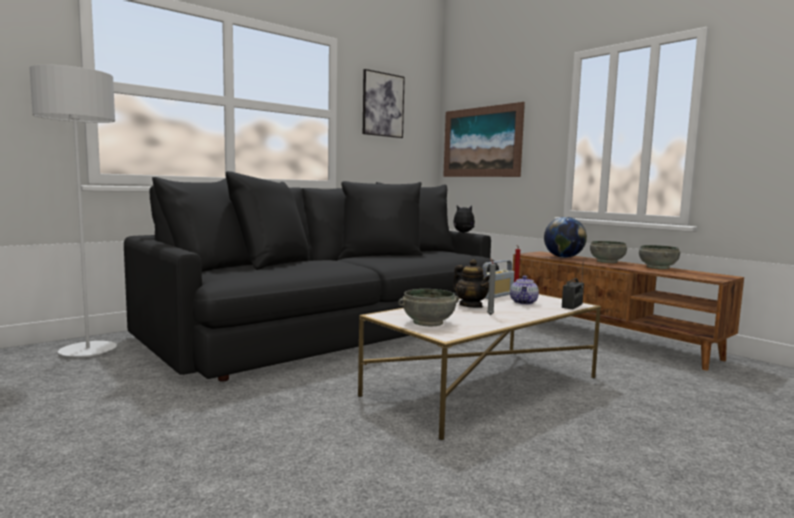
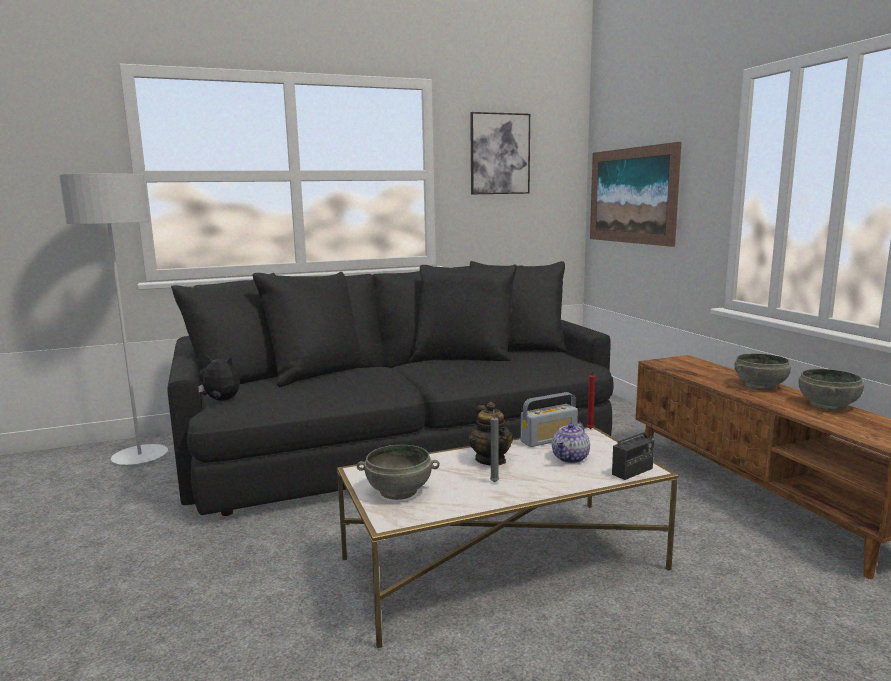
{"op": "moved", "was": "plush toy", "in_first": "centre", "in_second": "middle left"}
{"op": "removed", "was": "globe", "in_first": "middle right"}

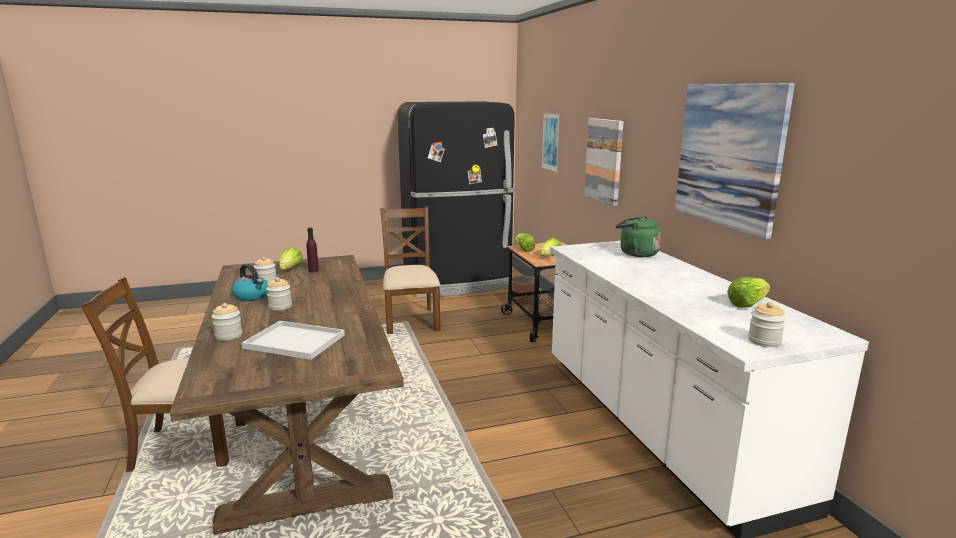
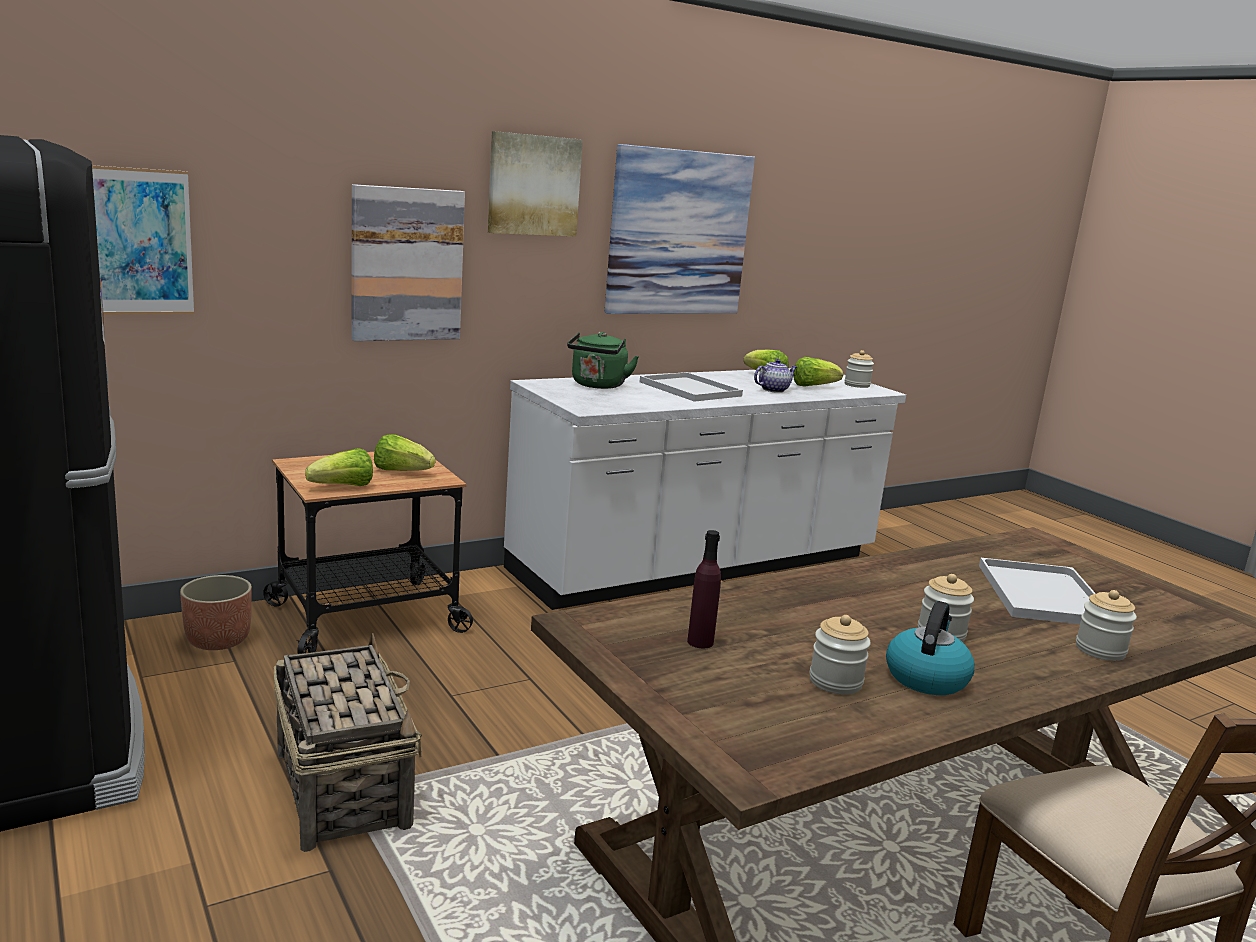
{"op": "moved", "was": "lettuce (1st from left in the first image)", "now": "lettuce (4th from left)", "in_first": "middle left", "in_second": "centre"}
{"op": "replaced", "was": "brown chair (2nd from left)", "now": "basket", "in_first": "centre", "in_second": "bottom left"}
{"op": "added", "now": "picture (3rd from left)", "in_second": "top centre"}
{"op": "added", "now": "white tray (1st from left)", "in_second": "centre"}
{"op": "added", "now": "teapot", "in_second": "centre"}

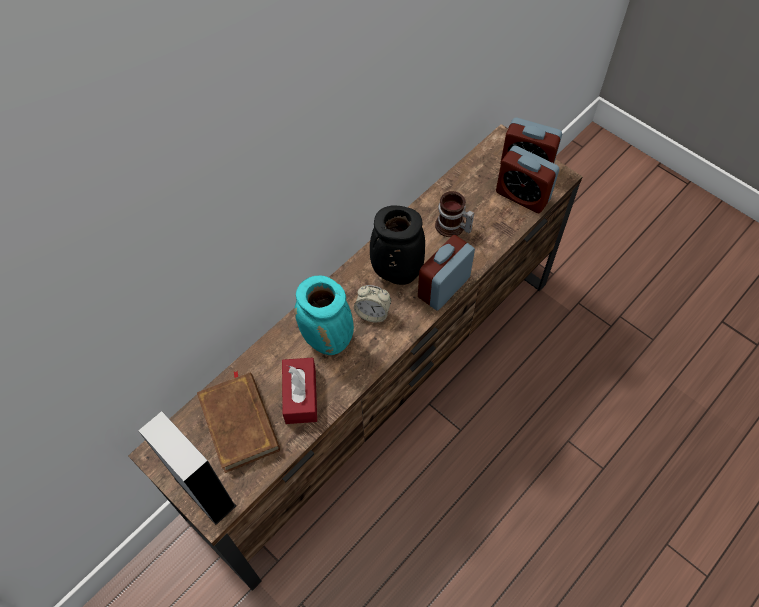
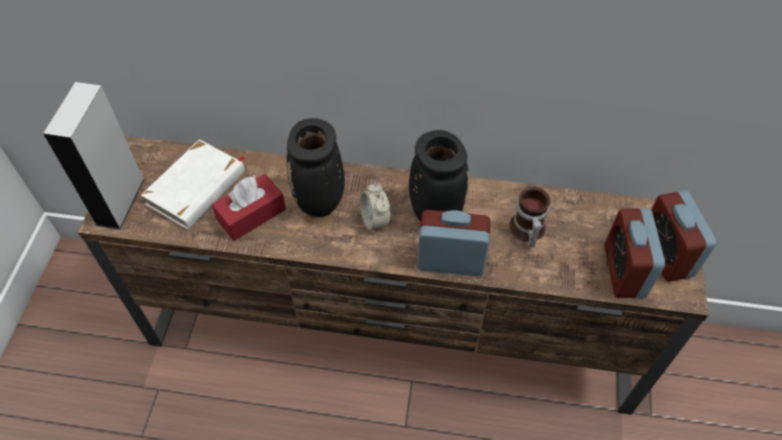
{"op": "recoloured", "was": "brown book", "now": "white book", "in_first": "bottom left", "in_second": "middle left"}
{"op": "recoloured", "was": "turquoise vase", "now": "black vase (1st from left)", "in_first": "centre", "in_second": "centre"}

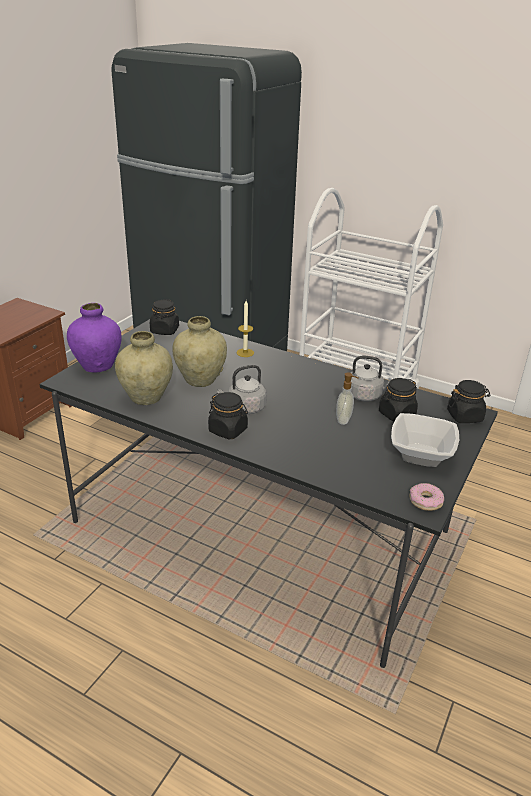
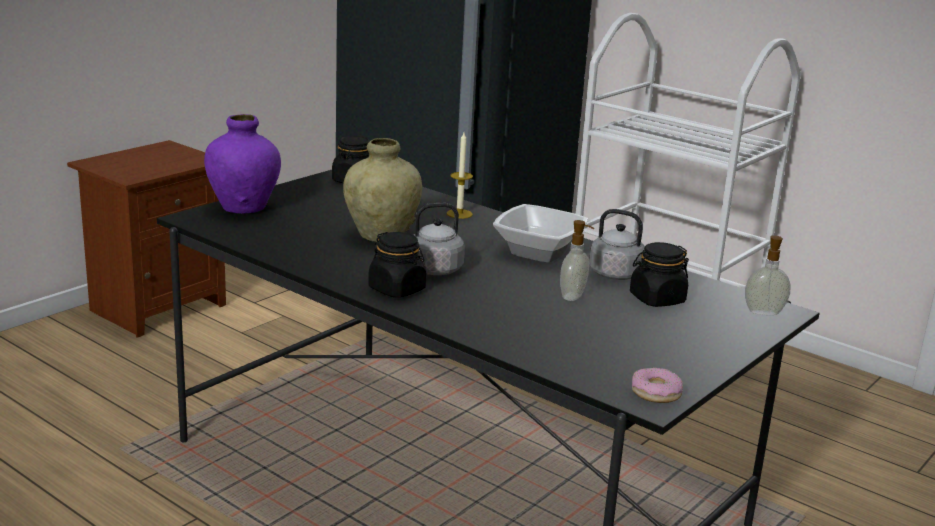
{"op": "removed", "was": "beige vase (1st from left)", "in_first": "middle left"}
{"op": "moved", "was": "bowl", "in_first": "middle right", "in_second": "centre"}
{"op": "replaced", "was": "black jar (4th from left)", "now": "soap dispenser (2nd from left)", "in_first": "middle right", "in_second": "middle right"}

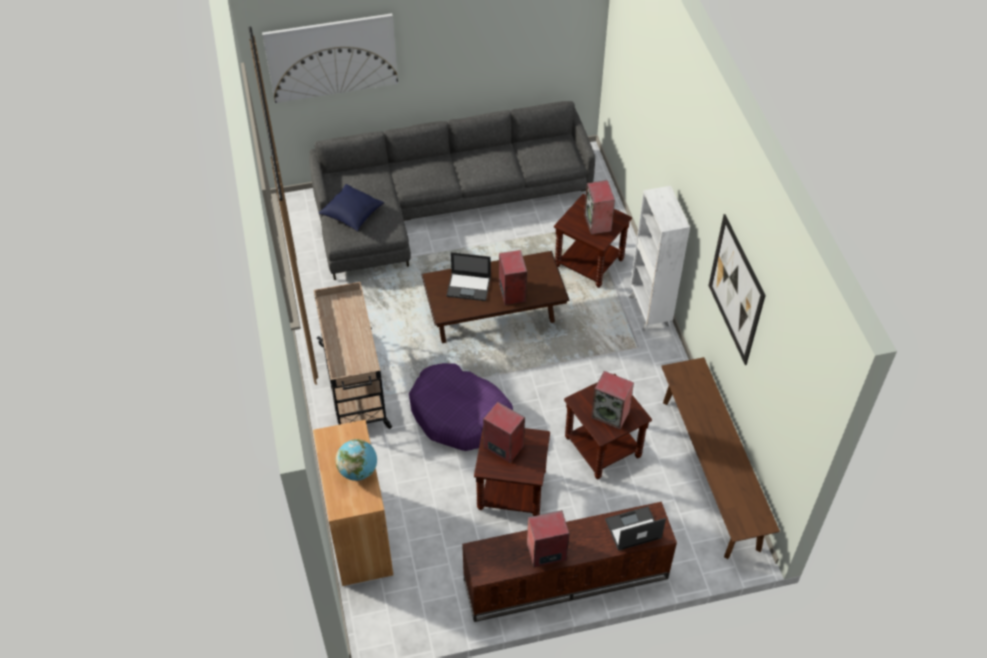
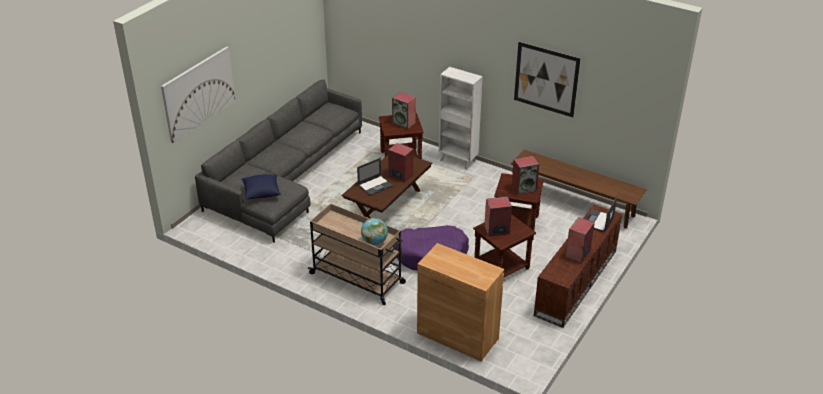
{"op": "moved", "was": "globe", "in_first": "bottom centre", "in_second": "centre"}

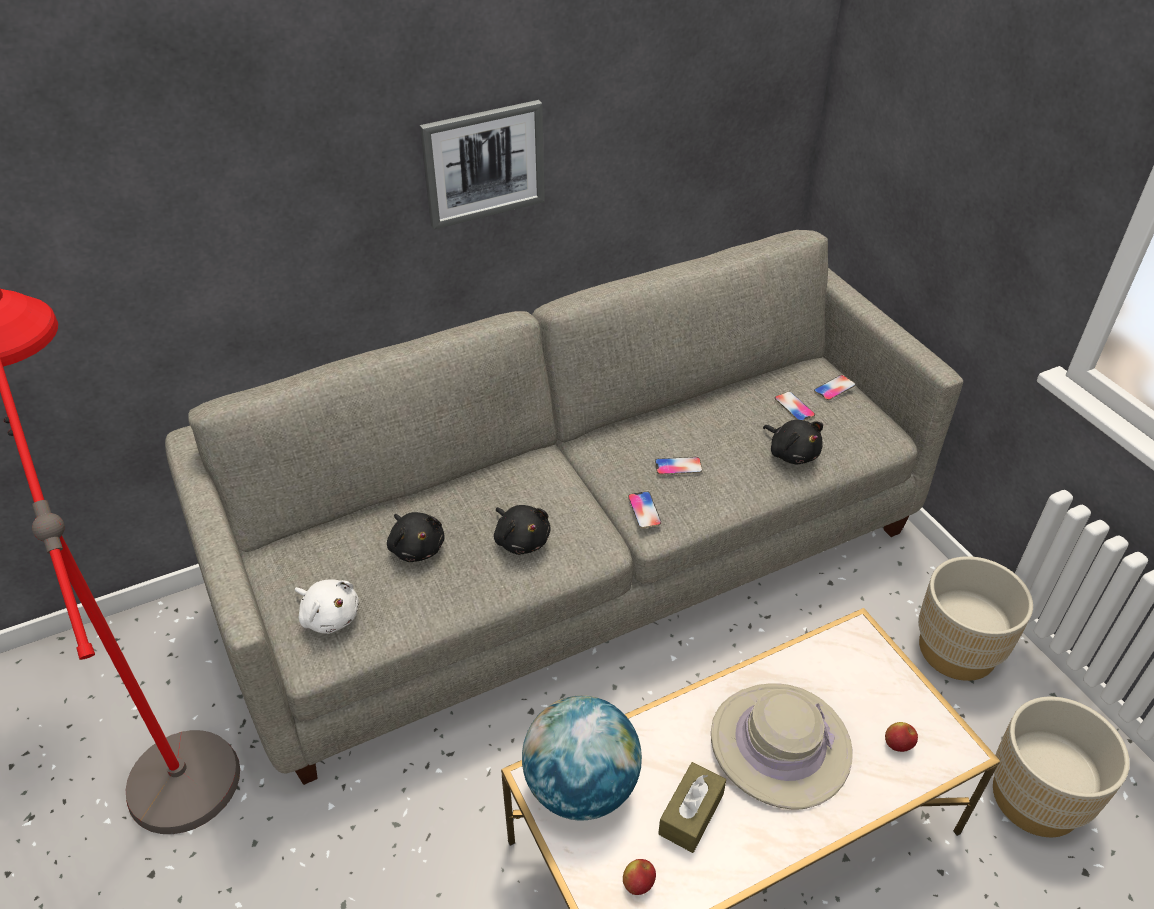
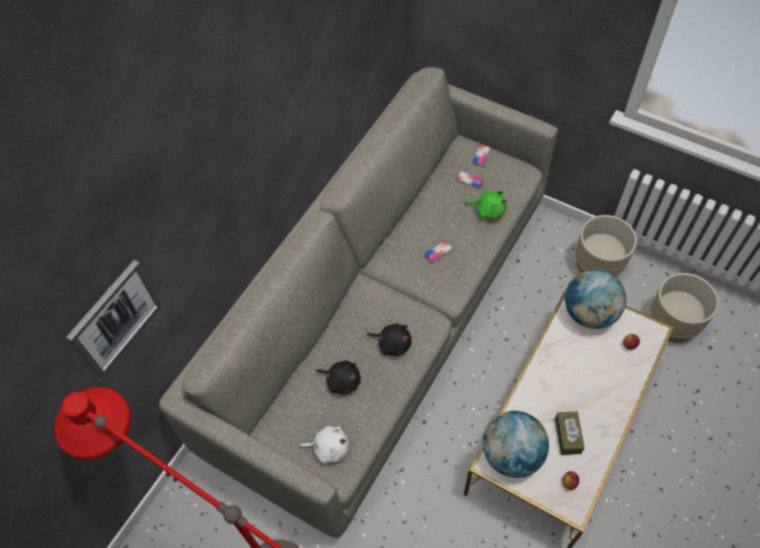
{"op": "moved", "was": "picture", "in_first": "top centre", "in_second": "middle left"}
{"op": "removed", "was": "phone (1st from left)", "in_first": "centre"}
{"op": "removed", "was": "beige hat", "in_first": "bottom right"}
{"op": "recoloured", "was": "black plush toy (3rd from left)", "now": "green plush toy", "in_first": "middle right", "in_second": "centre"}
{"op": "added", "now": "globe (2nd from left)", "in_second": "middle right"}

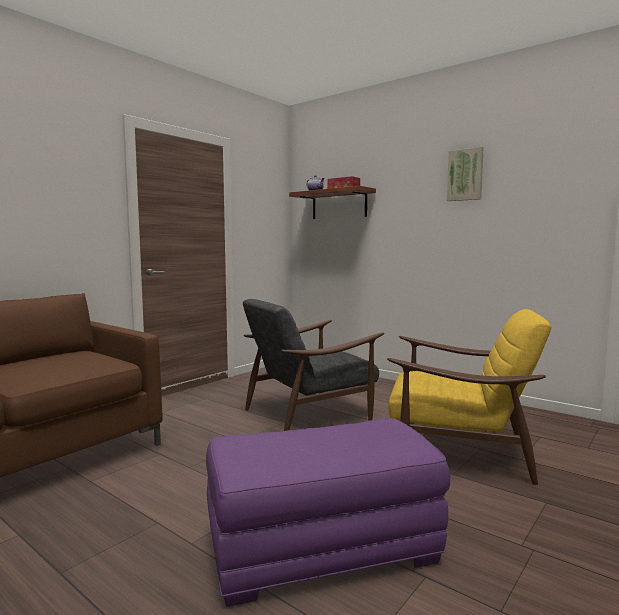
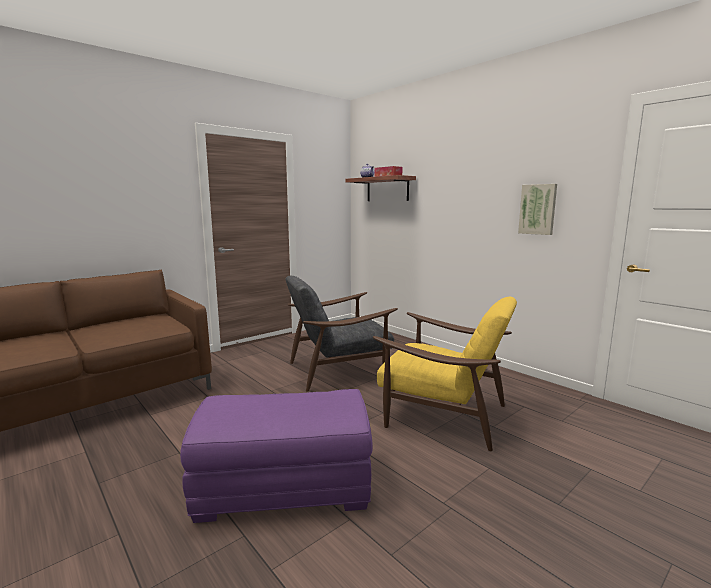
{"op": "moved", "was": "picture", "in_first": "top right", "in_second": "middle right"}

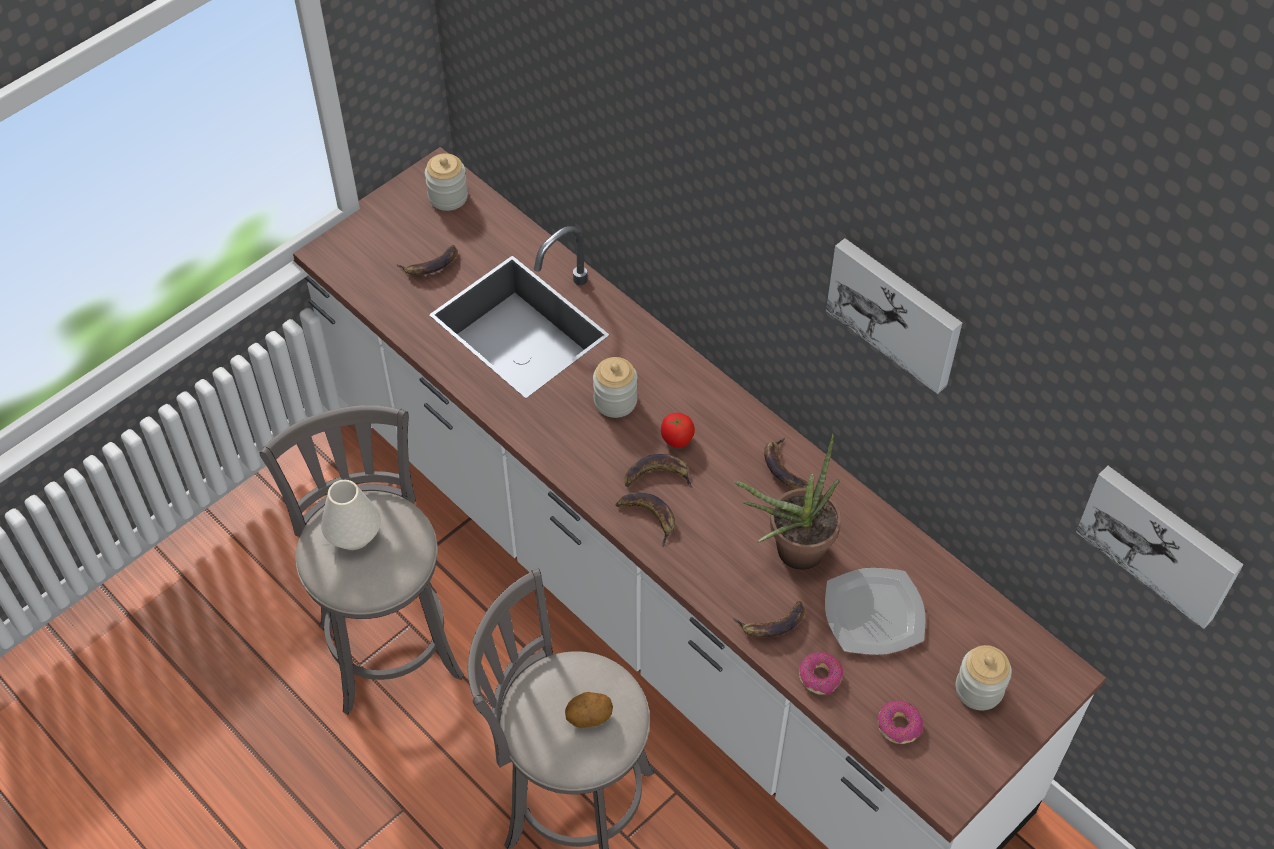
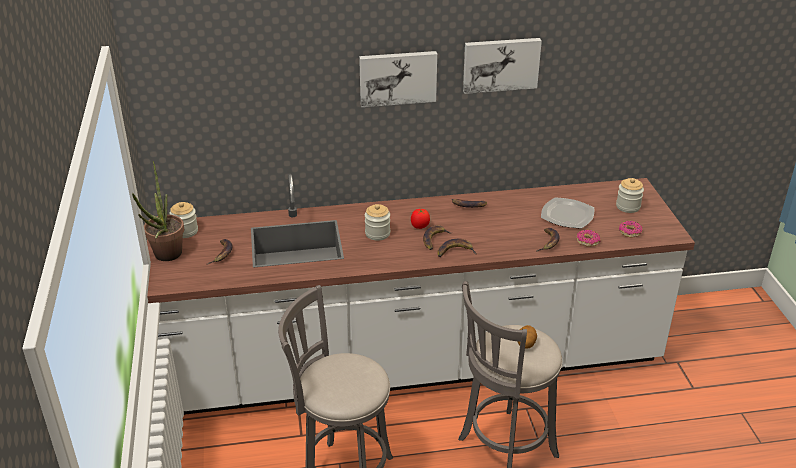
{"op": "removed", "was": "white vase", "in_first": "middle left"}
{"op": "moved", "was": "potted plant", "in_first": "centre", "in_second": "middle left"}
{"op": "moved", "was": "picture (2nd from left in the first image)", "now": "picture (1st from left)", "in_first": "middle right", "in_second": "top centre"}

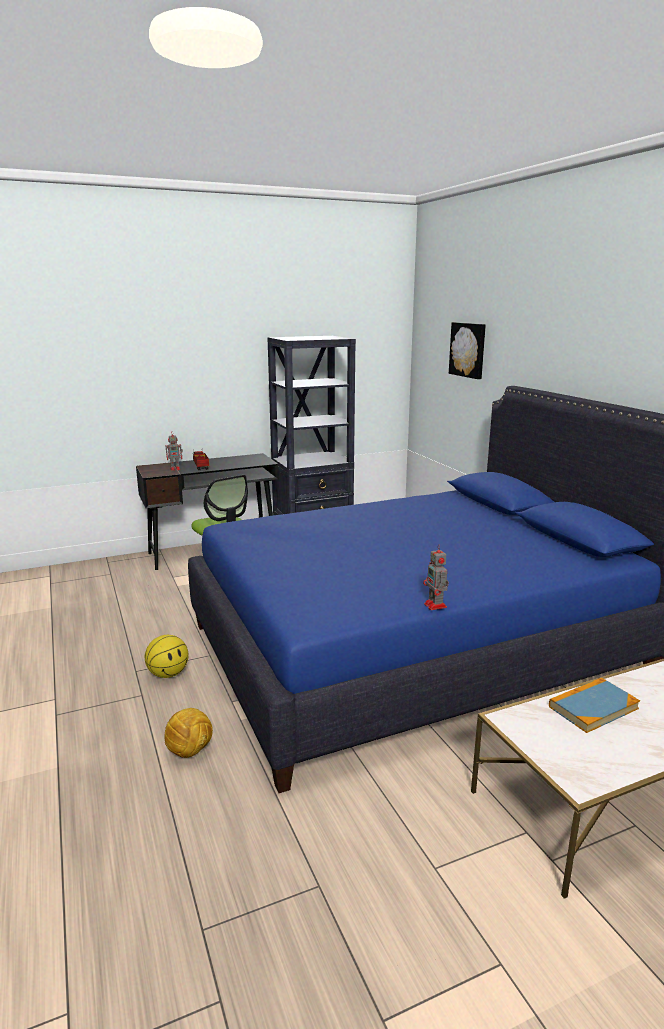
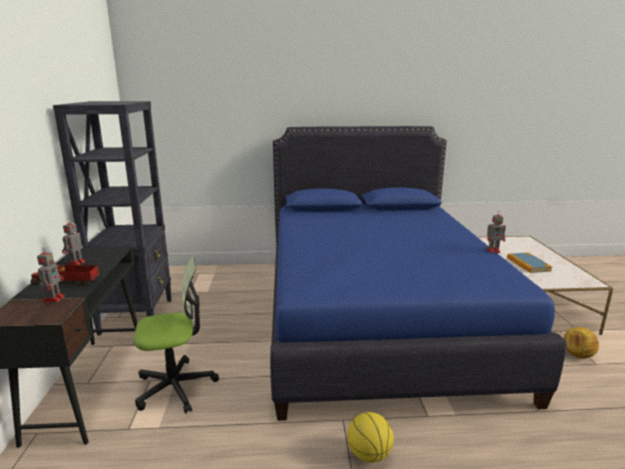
{"op": "moved", "was": "football", "in_first": "bottom left", "in_second": "bottom right"}
{"op": "removed", "was": "picture", "in_first": "middle right"}
{"op": "added", "now": "toy robot (2nd from left)", "in_second": "middle left"}

